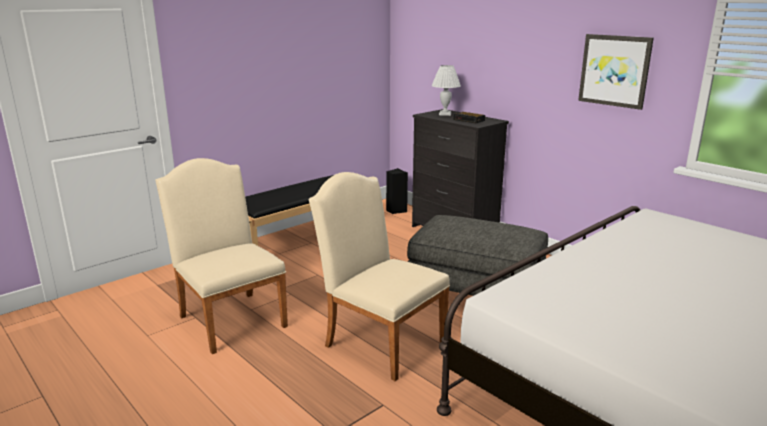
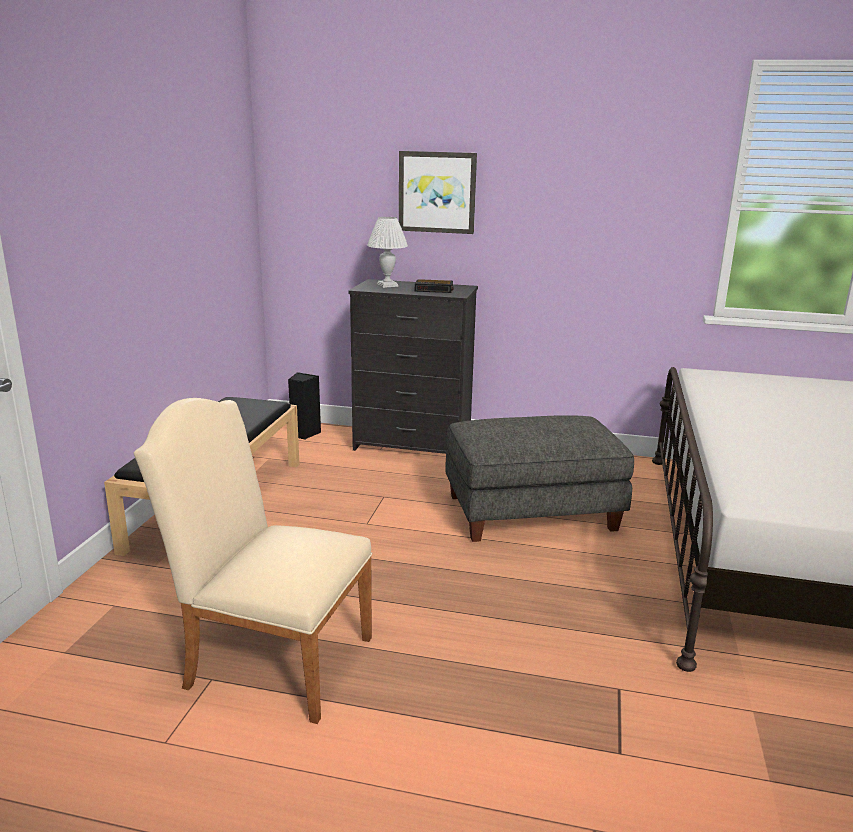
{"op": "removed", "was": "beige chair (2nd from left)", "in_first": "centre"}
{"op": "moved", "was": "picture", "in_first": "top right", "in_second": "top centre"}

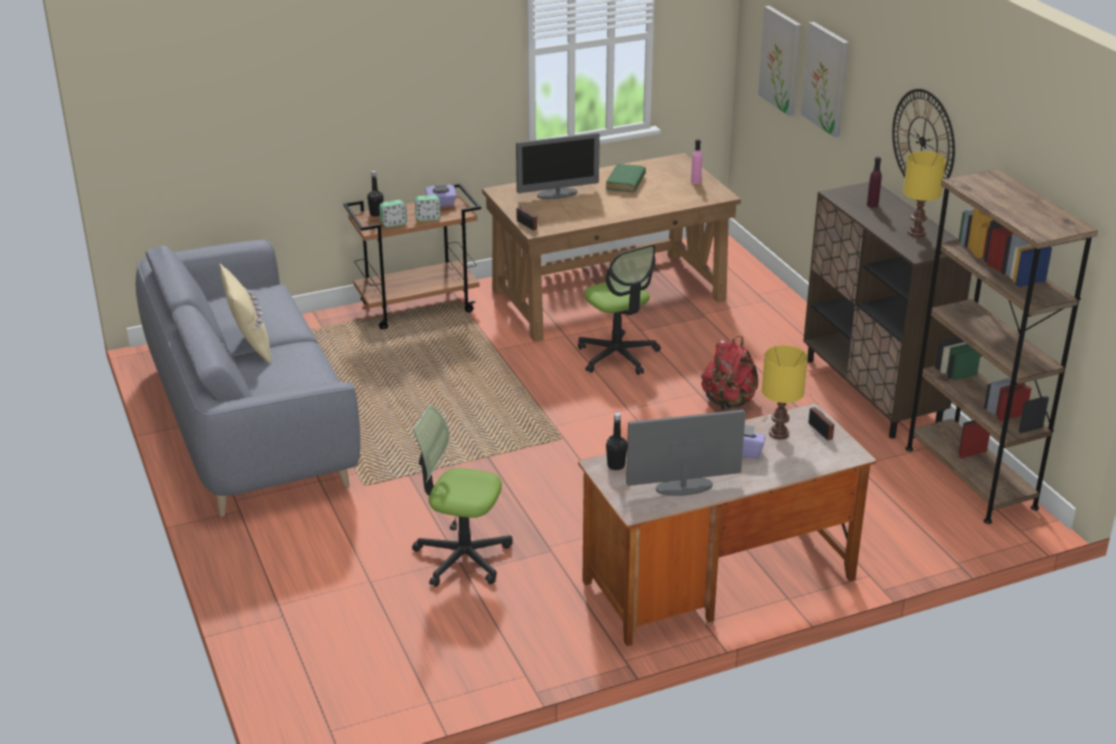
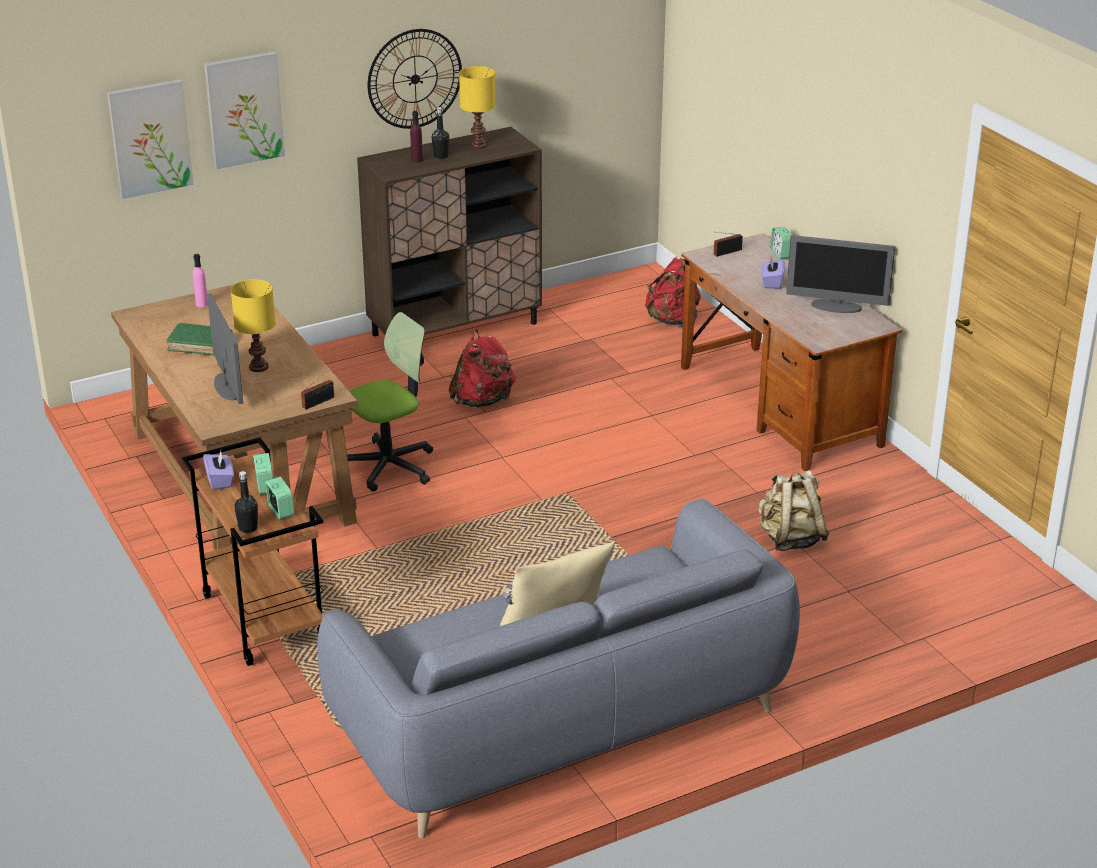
{"op": "replaced", "was": "office chair (1st from left)", "now": "beige backpack", "in_first": "bottom centre", "in_second": "middle right"}
{"op": "moved", "was": "black bottle (2nd from left)", "in_first": "centre", "in_second": "top centre"}
{"op": "turned", "was": "monitor (2nd from left)", "in_first": "centre", "in_second": "top right", "clockwise": -60}
{"op": "moved", "was": "yellow table lamp (1st from left)", "in_first": "middle right", "in_second": "middle left"}
{"op": "removed", "was": "brown bookcase", "in_first": "middle right"}
{"op": "added", "now": "red backpack (2nd from left)", "in_second": "centre"}
{"op": "added", "now": "alarm clock (3rd from left)", "in_second": "top right"}

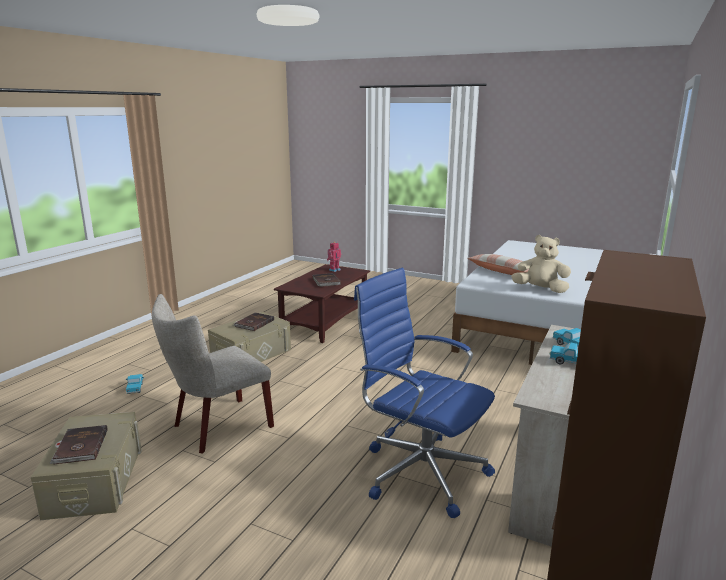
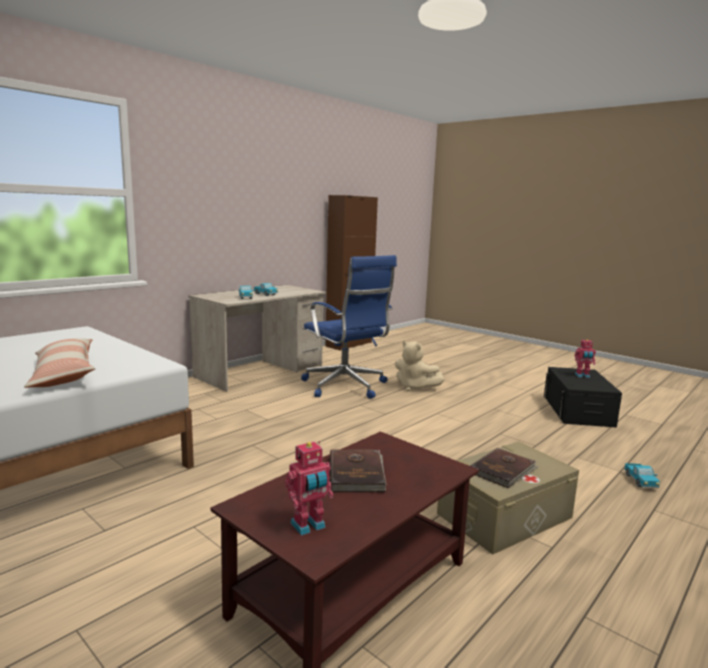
{"op": "recoloured", "was": "beige storage box (1st from left)", "now": "black storage box", "in_first": "bottom left", "in_second": "middle right"}
{"op": "replaced", "was": "brown book (1st from left)", "now": "toy robot (2nd from left)", "in_first": "bottom left", "in_second": "middle right"}
{"op": "removed", "was": "beige chair", "in_first": "middle left"}
{"op": "moved", "was": "beige plush toy", "in_first": "middle right", "in_second": "centre"}

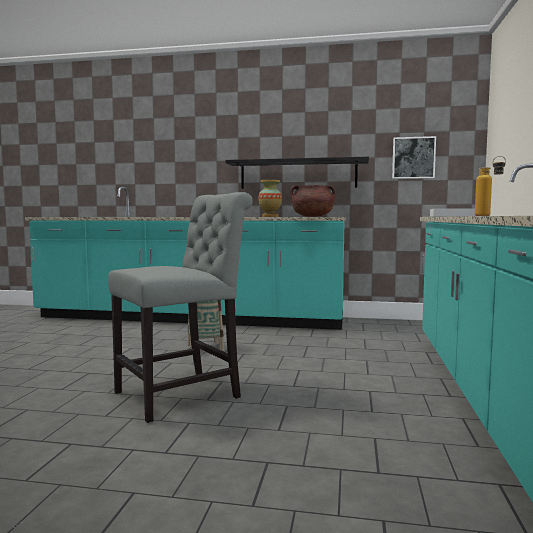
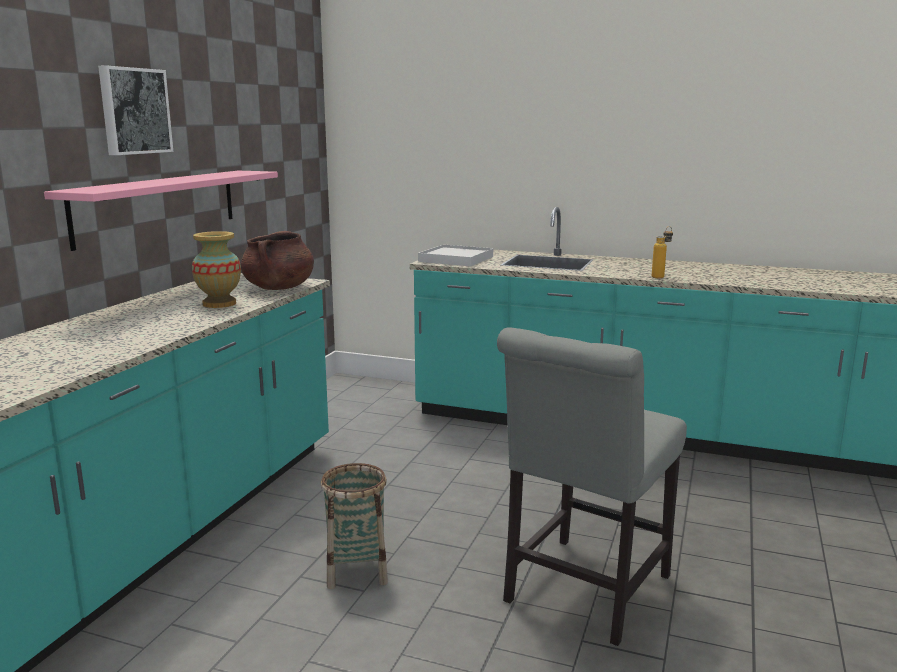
{"op": "turned", "was": "grey chair", "in_first": "centre", "in_second": "bottom centre", "clockwise": -120}
{"op": "recoloured", "was": "black shelf", "now": "pink shelf", "in_first": "top centre", "in_second": "top left"}
{"op": "moved", "was": "picture", "in_first": "top right", "in_second": "top left"}

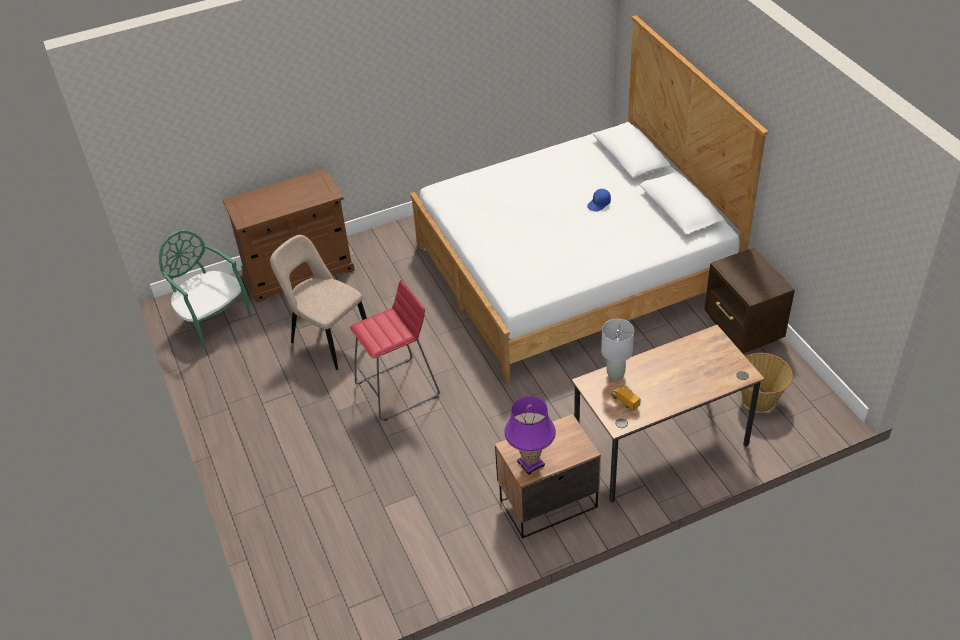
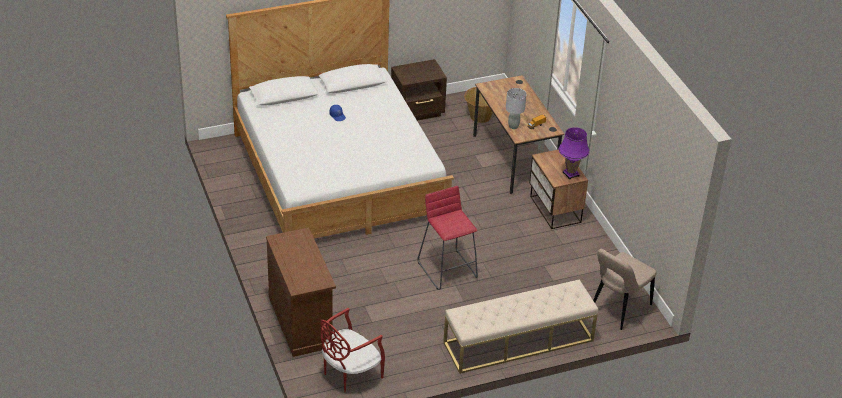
{"op": "recoloured", "was": "green chair", "now": "red chair", "in_first": "middle left", "in_second": "bottom centre"}
{"op": "moved", "was": "beige chair", "in_first": "middle left", "in_second": "bottom right"}
{"op": "added", "now": "beige bench", "in_second": "bottom centre"}

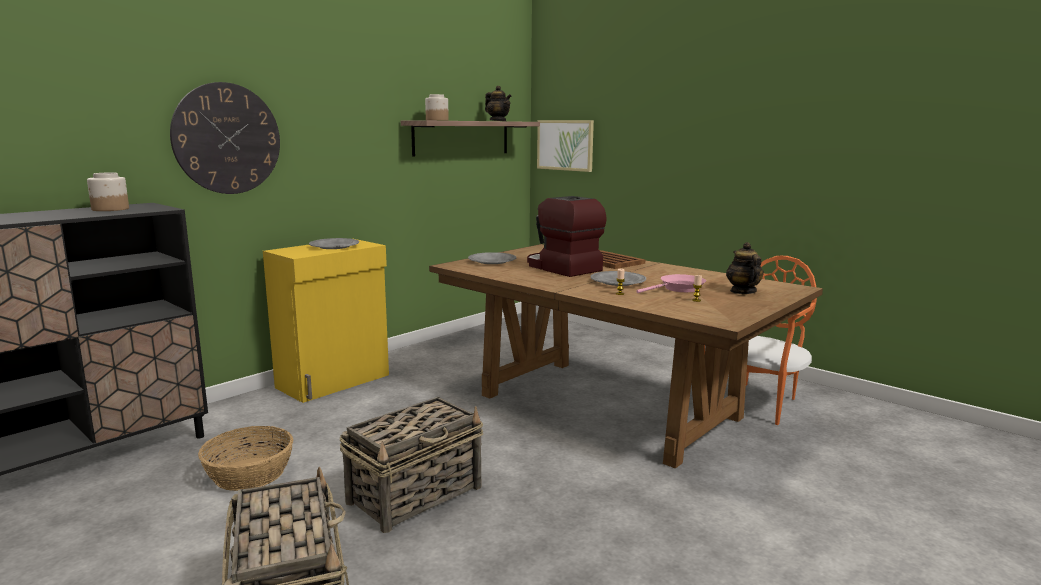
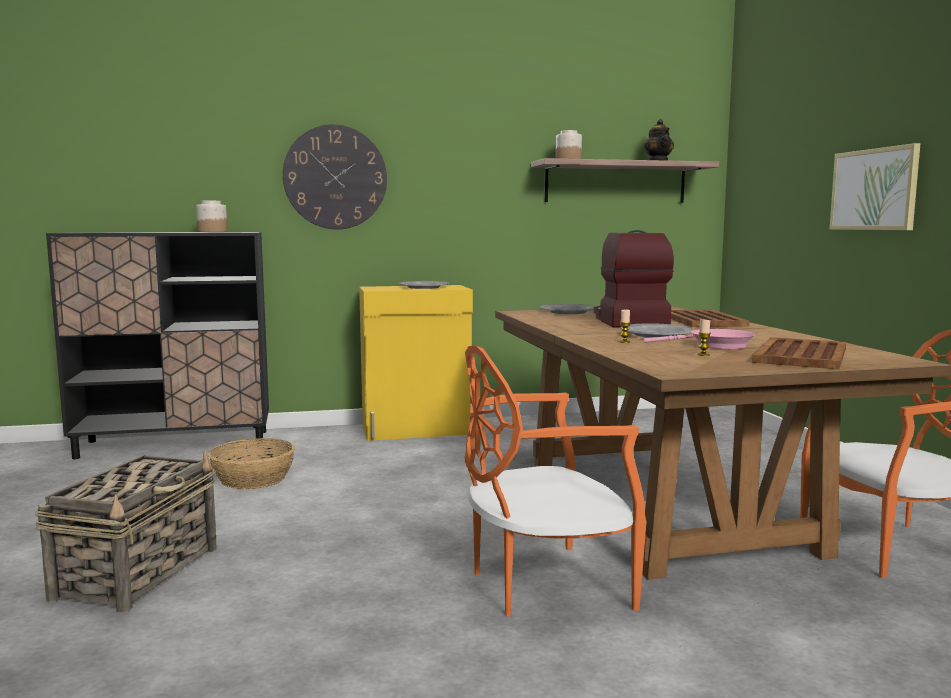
{"op": "removed", "was": "basket (3rd from left)", "in_first": "bottom centre"}
{"op": "moved", "was": "picture", "in_first": "top centre", "in_second": "top right"}
{"op": "replaced", "was": "teapot (2nd from left)", "now": "brown tray (2nd from left)", "in_first": "middle right", "in_second": "middle right"}
{"op": "added", "now": "orange chair (1st from left)", "in_second": "bottom centre"}

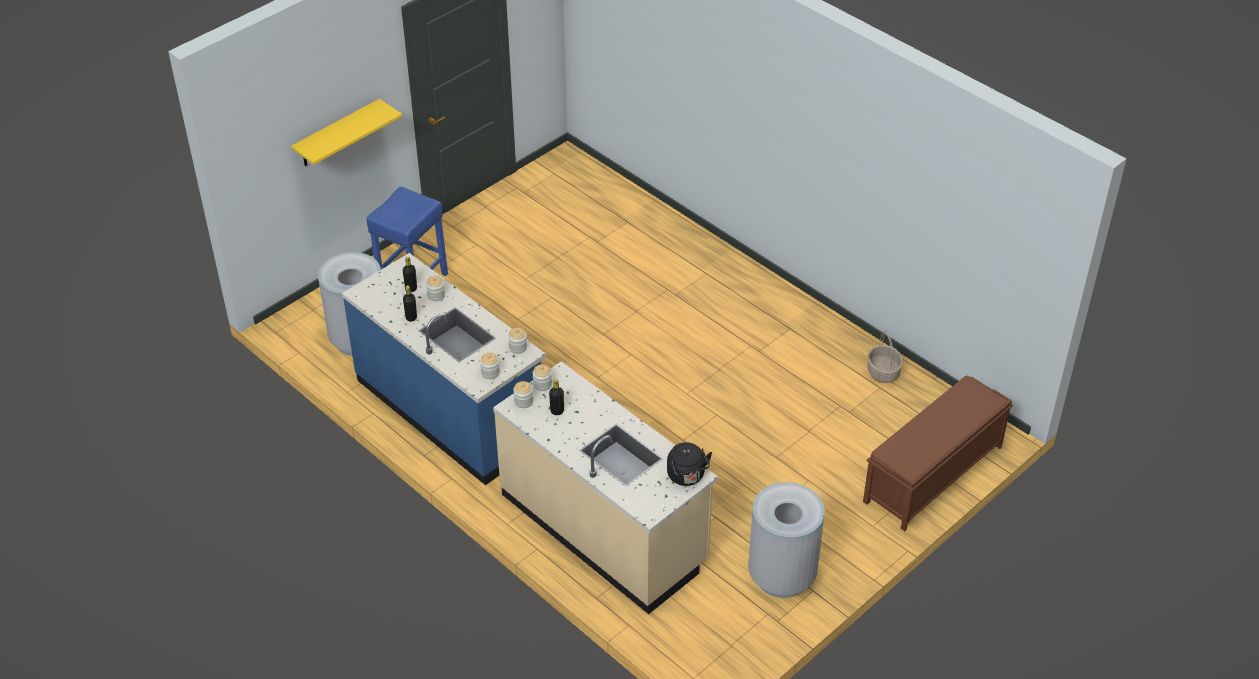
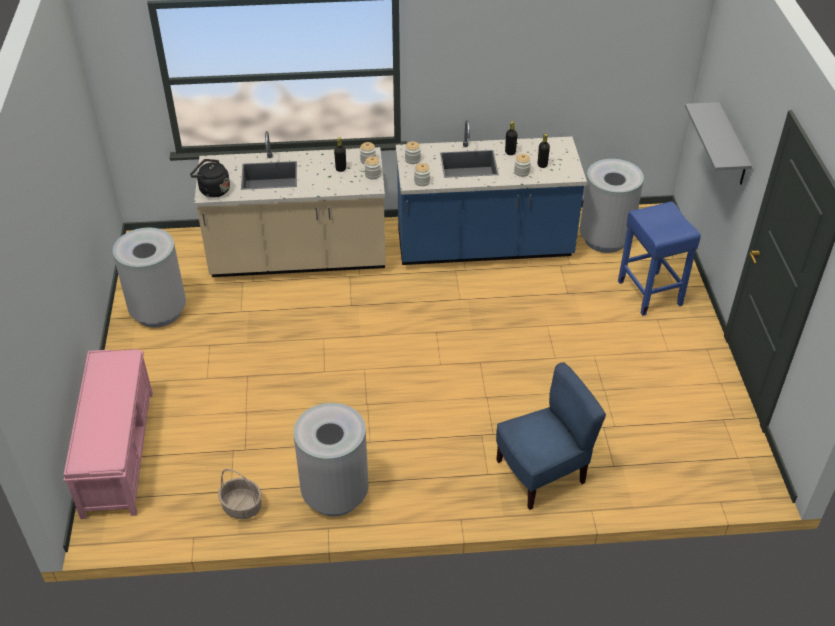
{"op": "recoloured", "was": "yellow shelf", "now": "grey shelf", "in_first": "top left", "in_second": "top right"}
{"op": "recoloured", "was": "brown bench", "now": "pink bench", "in_first": "bottom right", "in_second": "bottom left"}
{"op": "added", "now": "grey trash can (2nd from left)", "in_second": "bottom centre"}
{"op": "added", "now": "blue chair", "in_second": "bottom centre"}

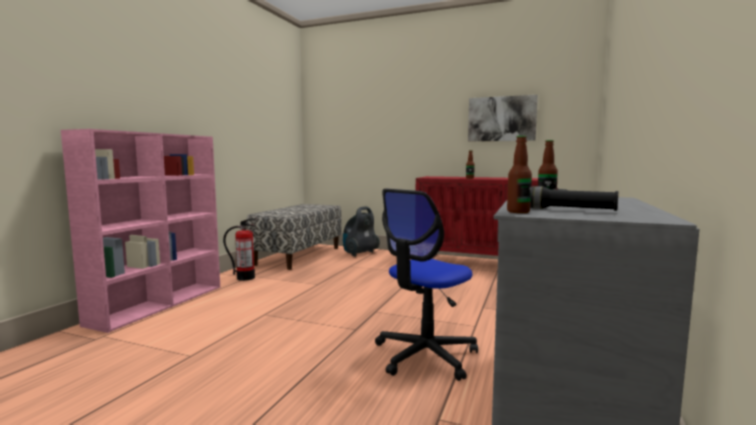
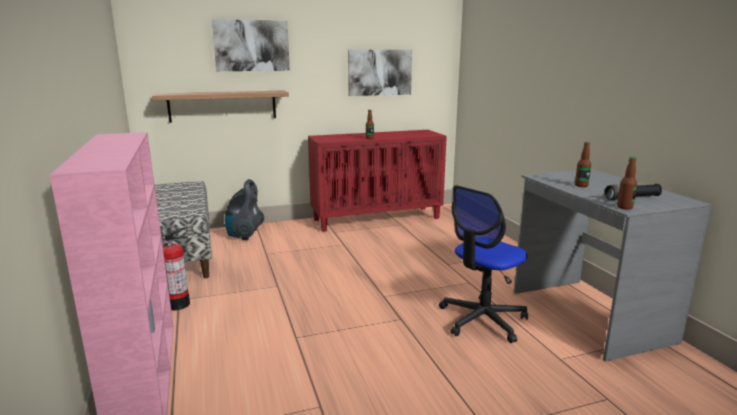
{"op": "turned", "was": "office chair", "in_first": "bottom centre", "in_second": "centre", "clockwise": 45}
{"op": "added", "now": "shelf", "in_second": "top left"}
{"op": "added", "now": "picture (1st from left)", "in_second": "top centre"}

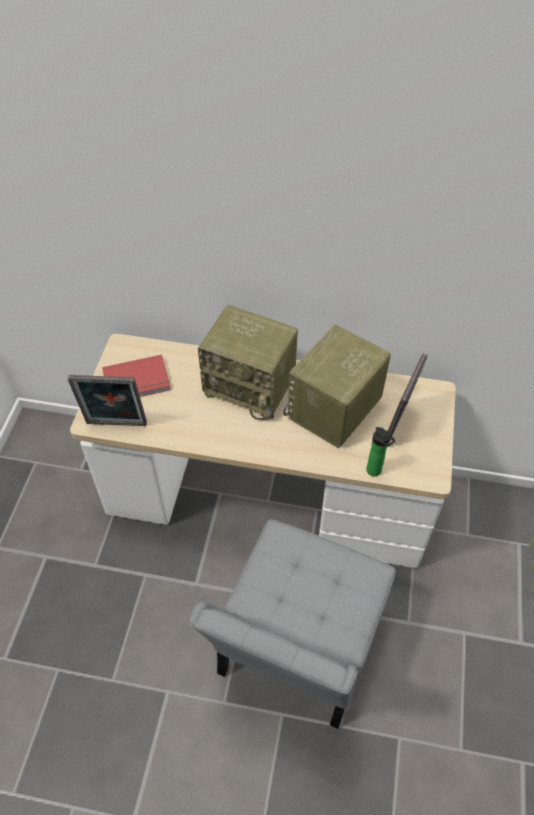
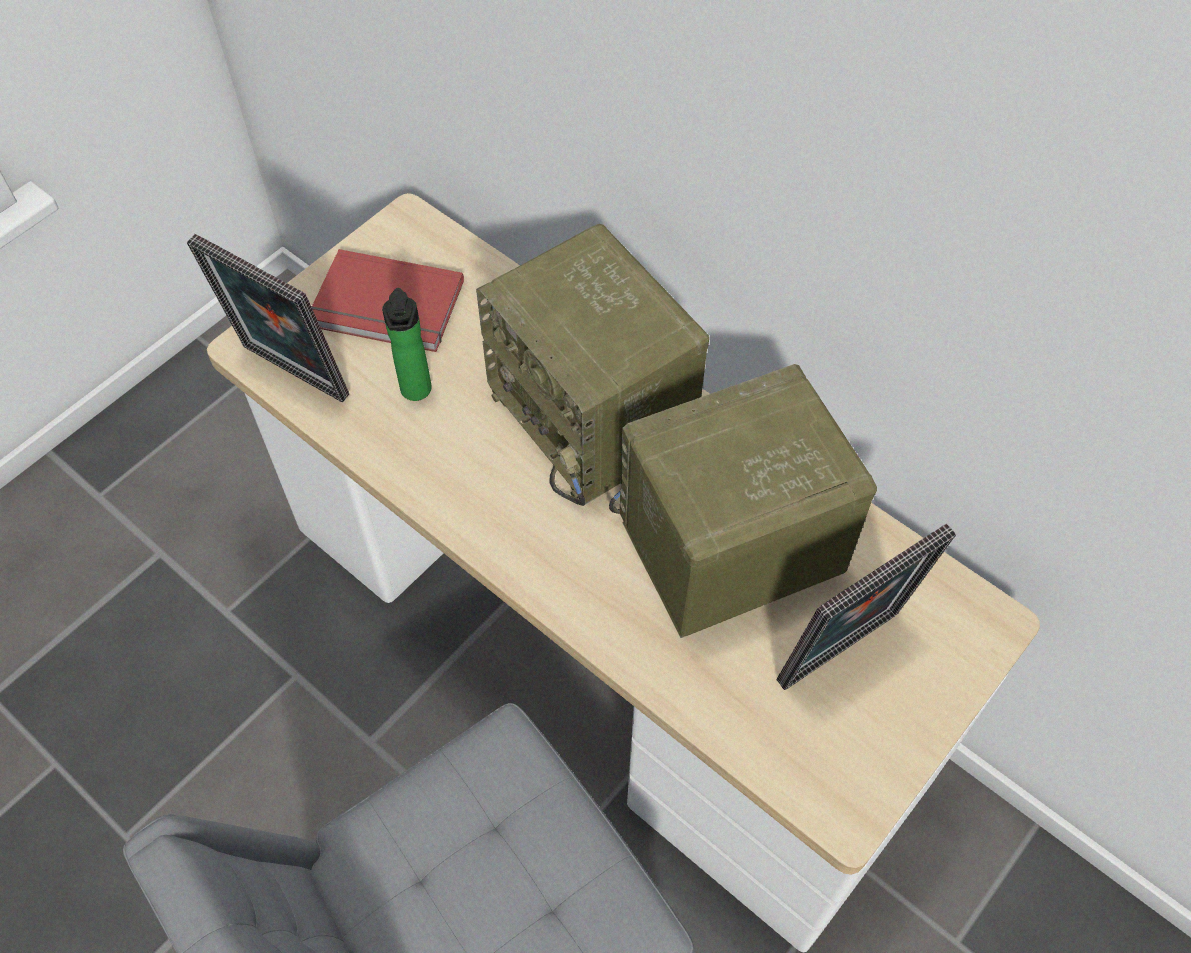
{"op": "moved", "was": "bottle", "in_first": "middle right", "in_second": "centre"}

